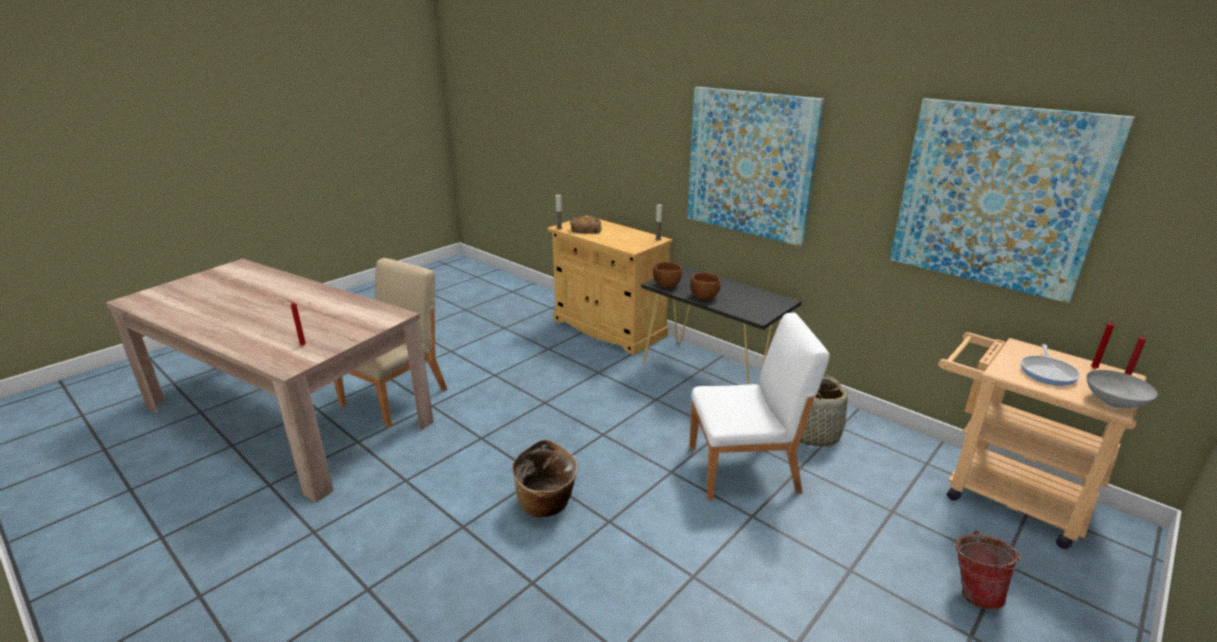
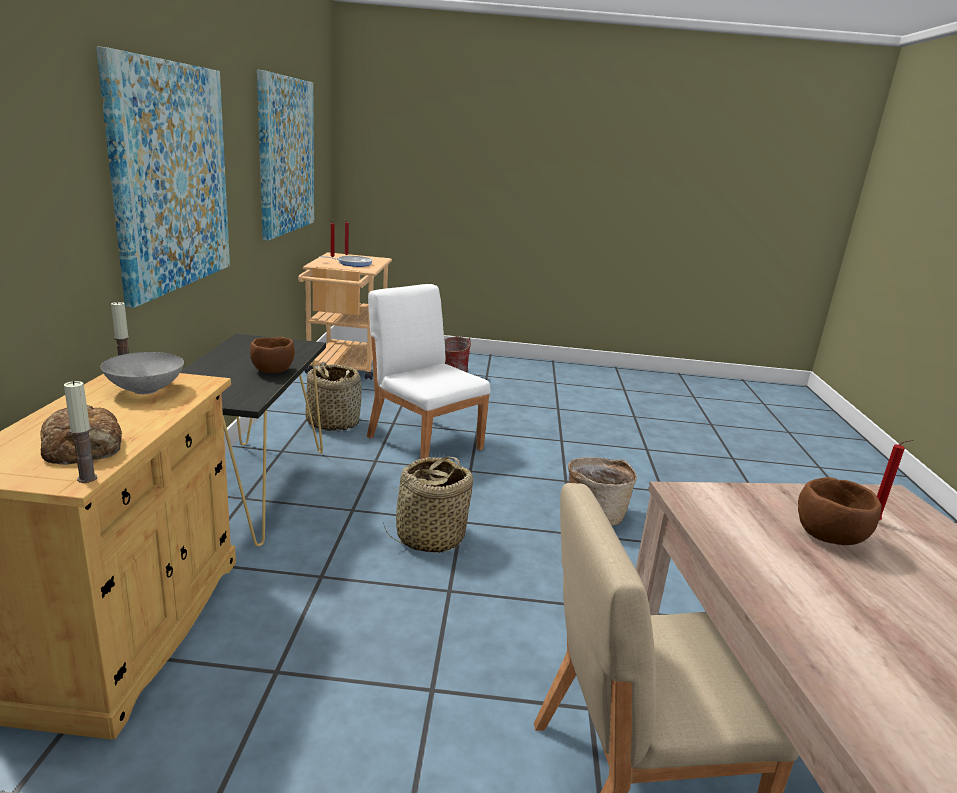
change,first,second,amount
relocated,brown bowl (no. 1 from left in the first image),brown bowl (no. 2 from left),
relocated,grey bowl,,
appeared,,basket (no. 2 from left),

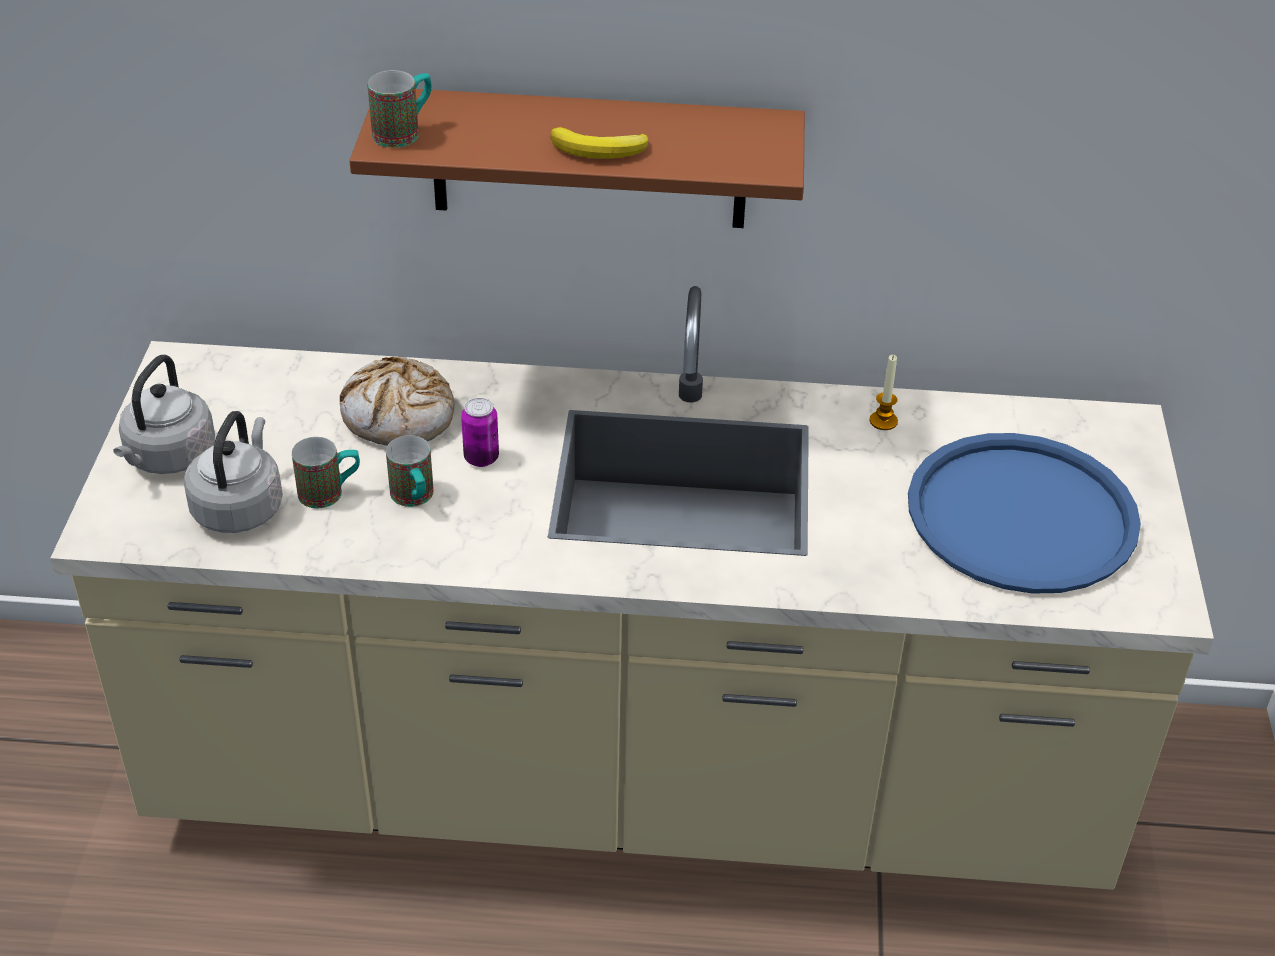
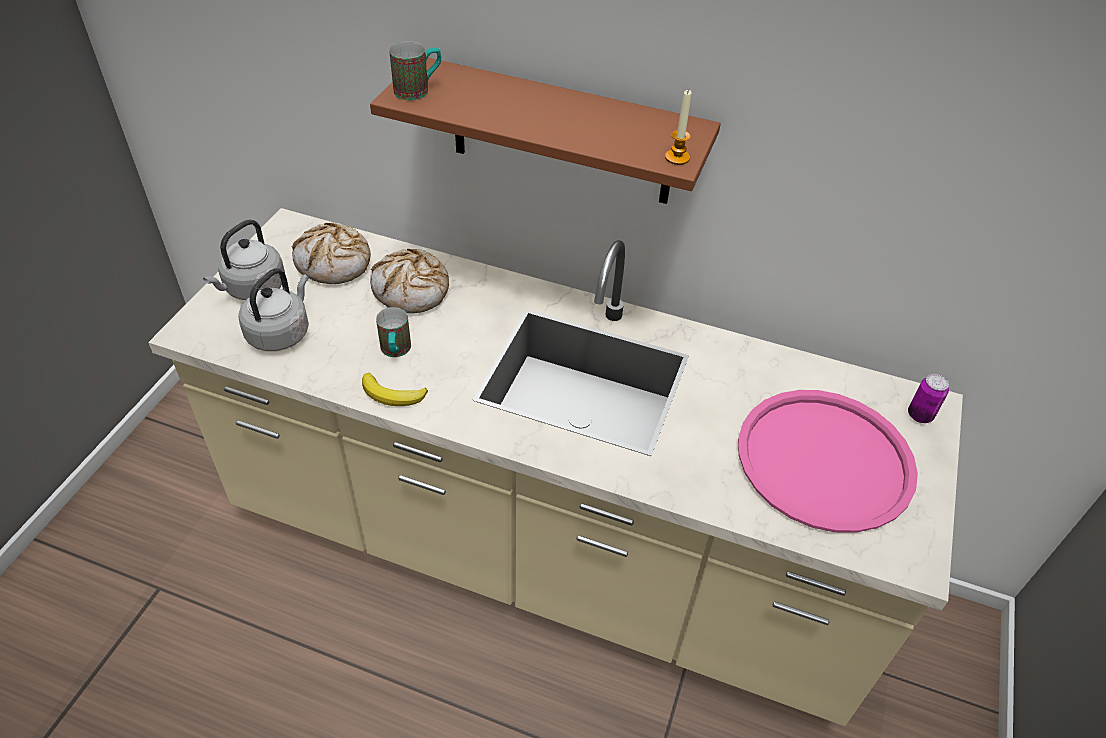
change,first,second,amount
missing,mug (no. 1 from left),,
relocated,can,,
relocated,banana,,
relocated,candle,,
colour,blue tray,pink tray,
appeared,,bread (no. 1 from left),

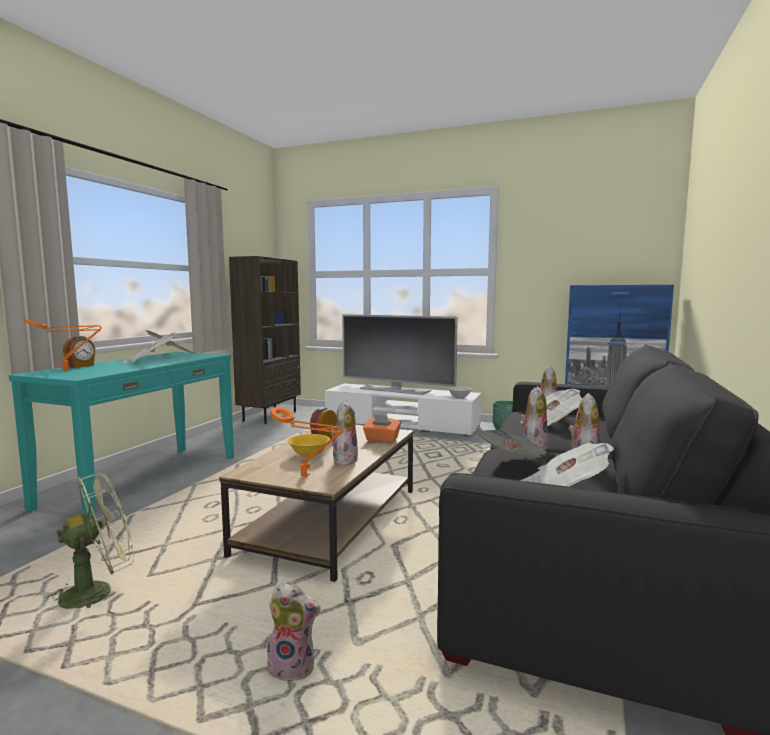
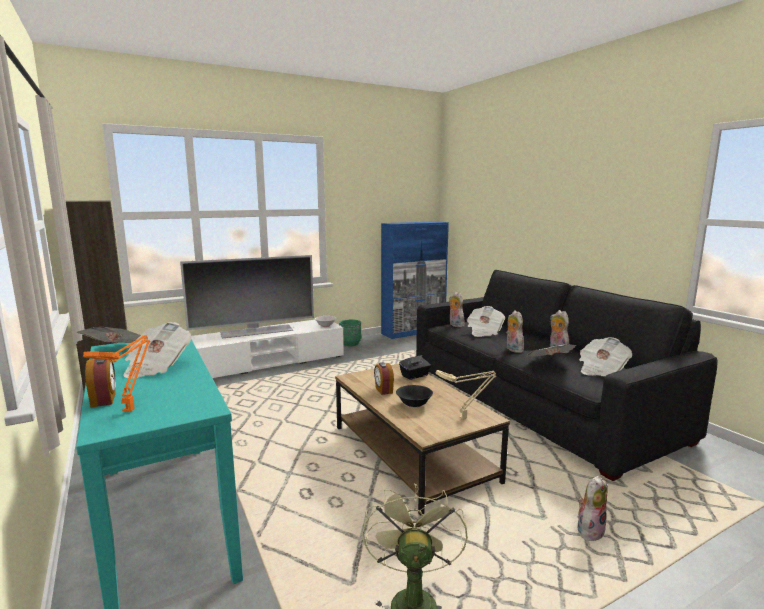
change,first,second,amount
colour,orange table lamp (no. 2 from left),beige table lamp,
colour,yellow bowl,black bowl,
missing,plush toy (no. 2 from left),,
colour,orange tissue box,black tissue box,

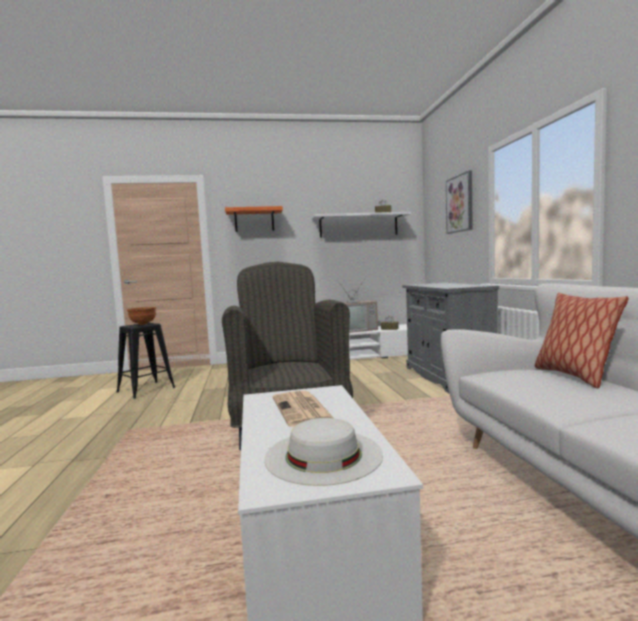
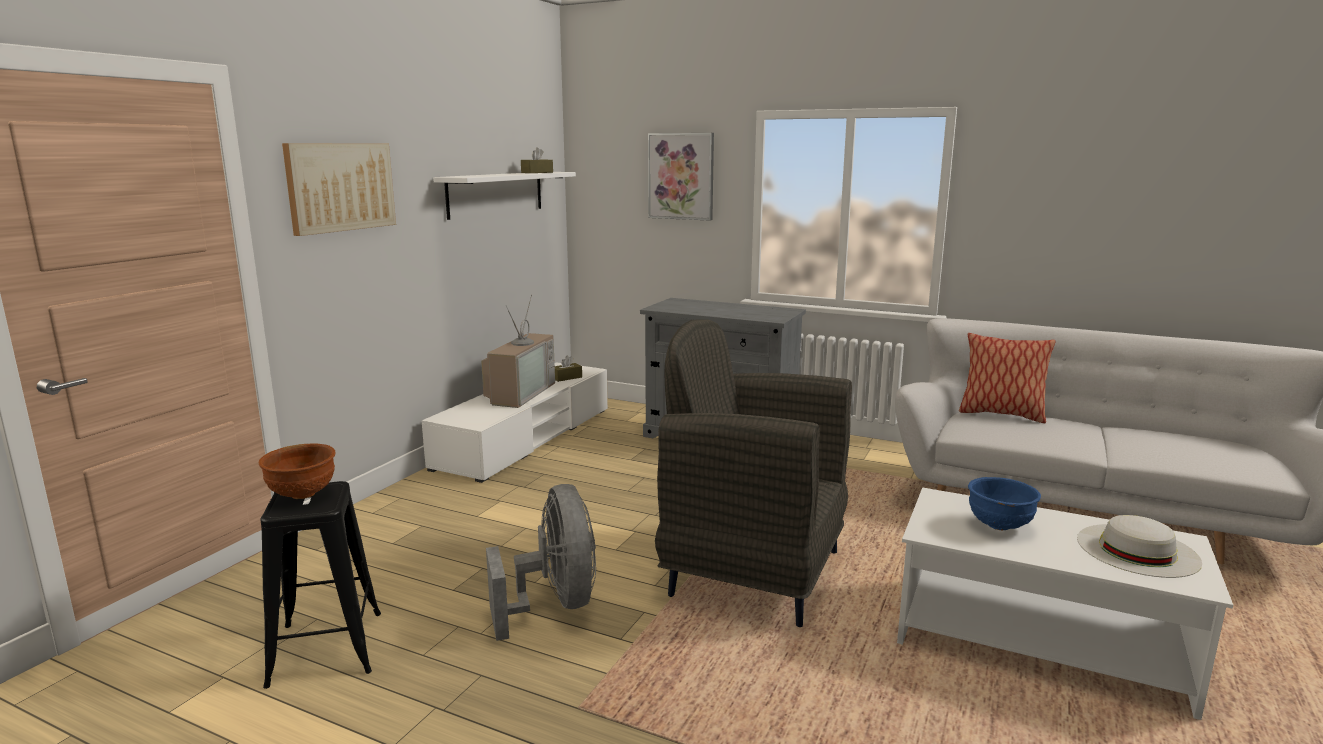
change,first,second,amount
exchanged,orange shelf,picture (no. 1 from left),
exchanged,newspaper,blue bowl,
appeared,,grey fan,

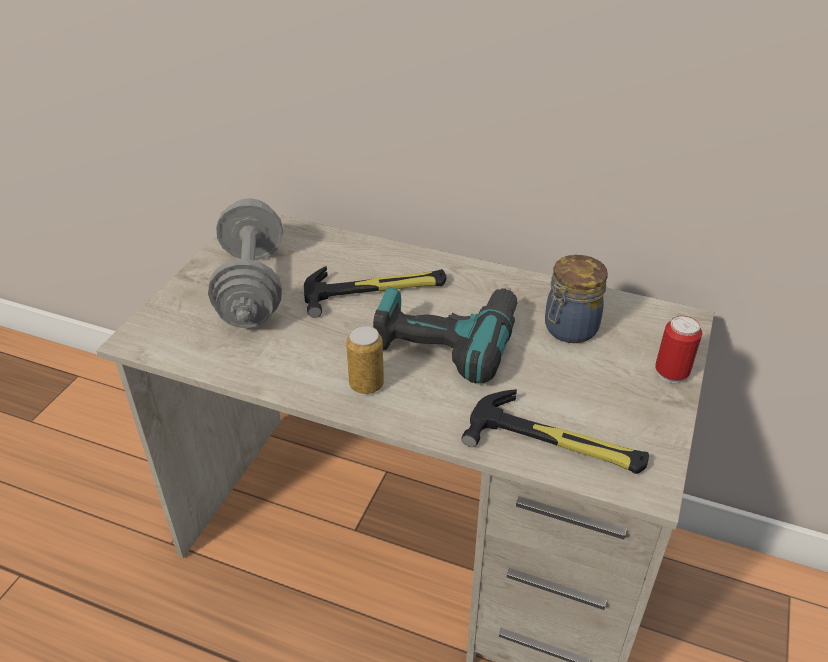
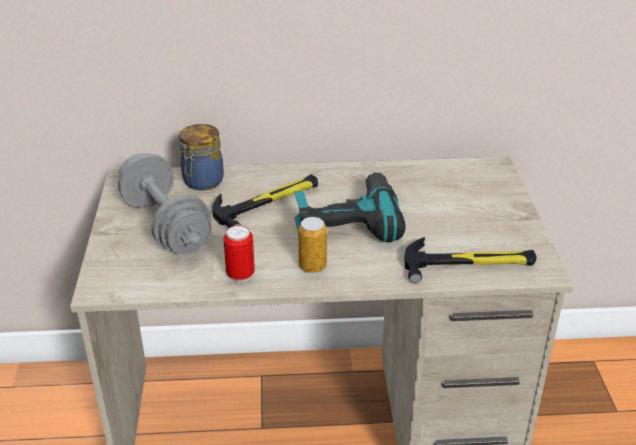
change,first,second,amount
relocated,jar,,
relocated,can (no. 2 from left in the first image),can (no. 1 from left),

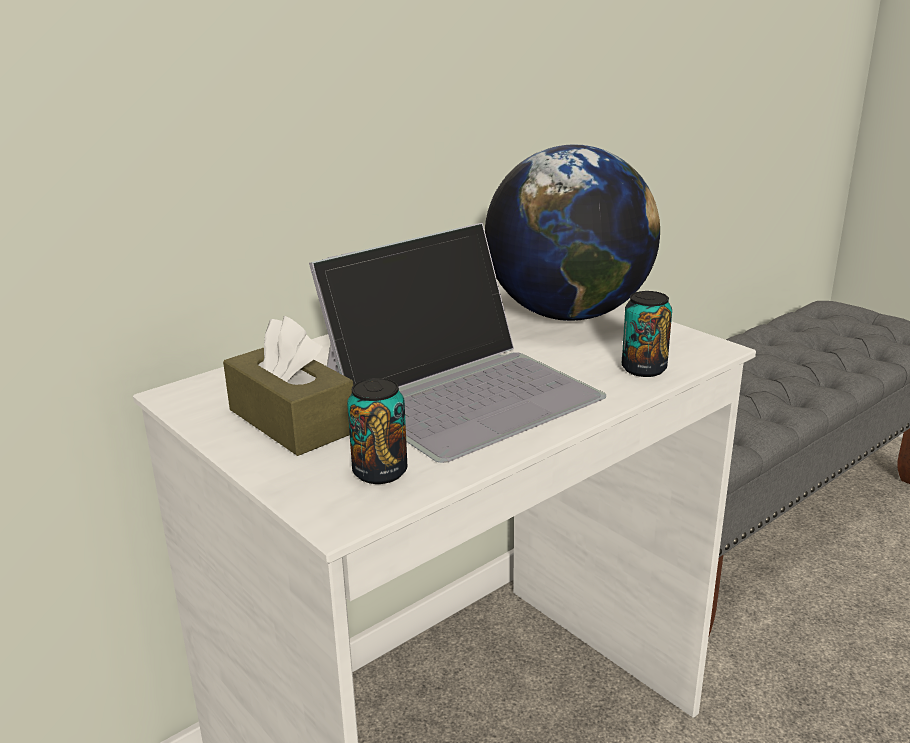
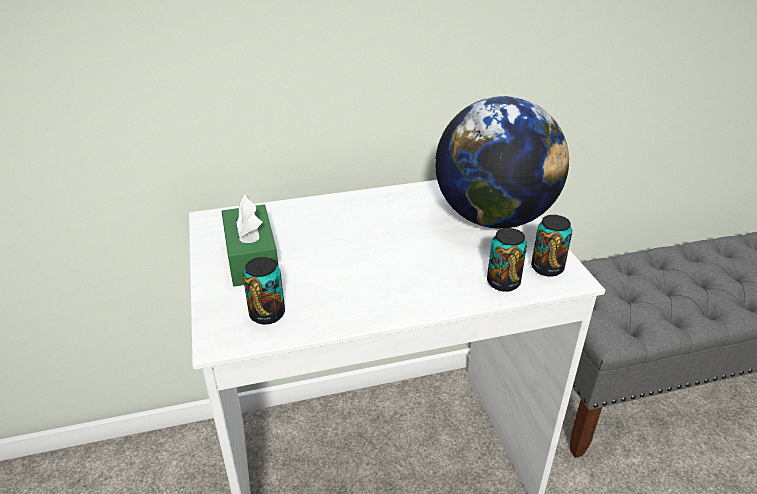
change,first,second,amount
colour,brown tissue box,green tissue box,
missing,laptop,,
appeared,,can (no. 3 from left),

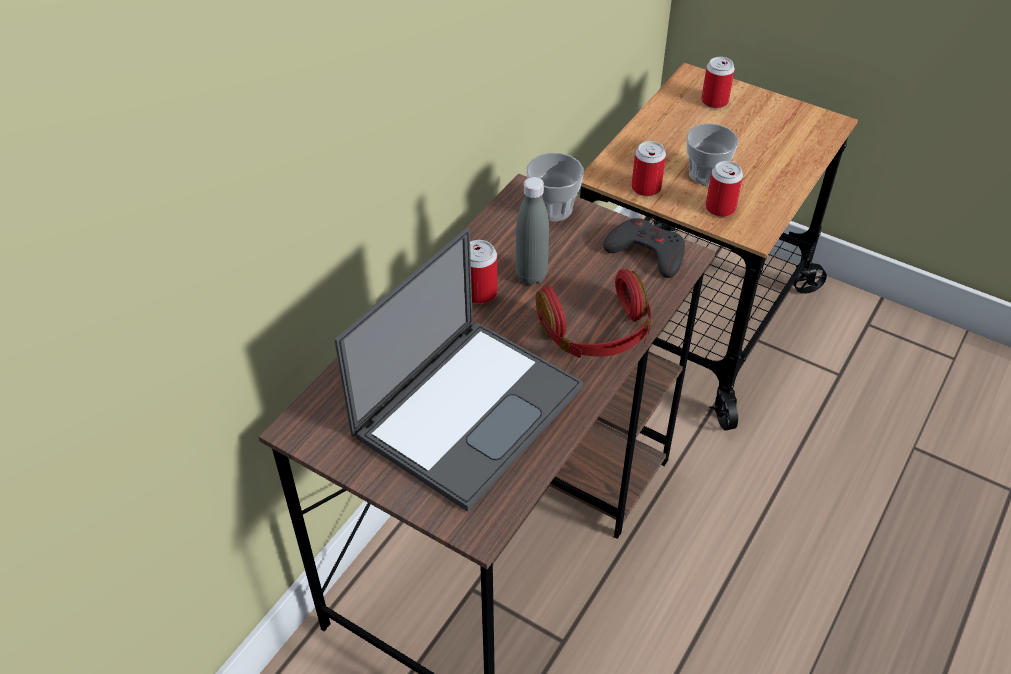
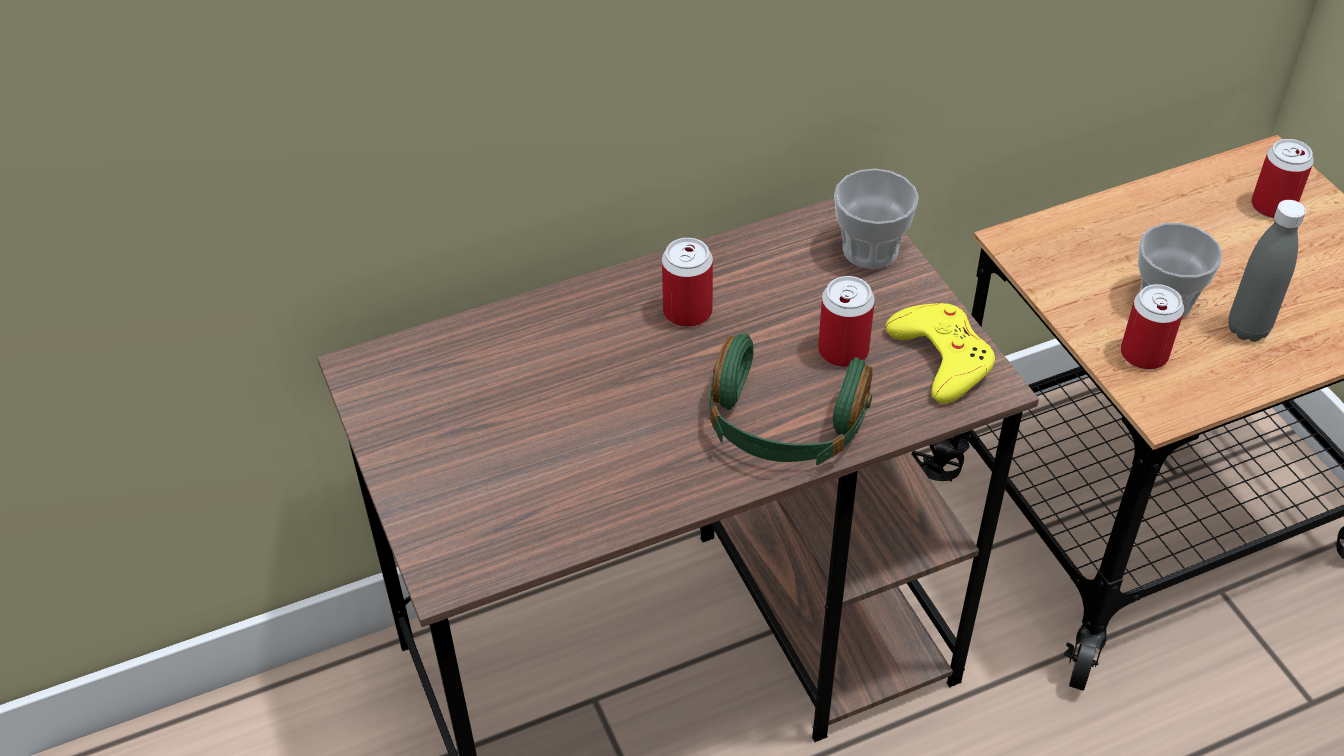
change,first,second,amount
missing,laptop,,
relocated,grey bottle,,
colour,red headphones,green headphones,
colour,grey game controller,yellow game controller,
relocated,can (no. 2 from left),,

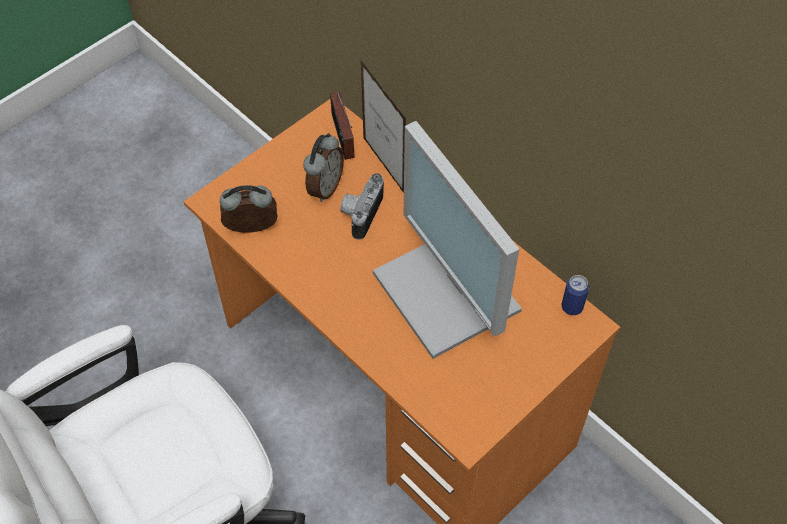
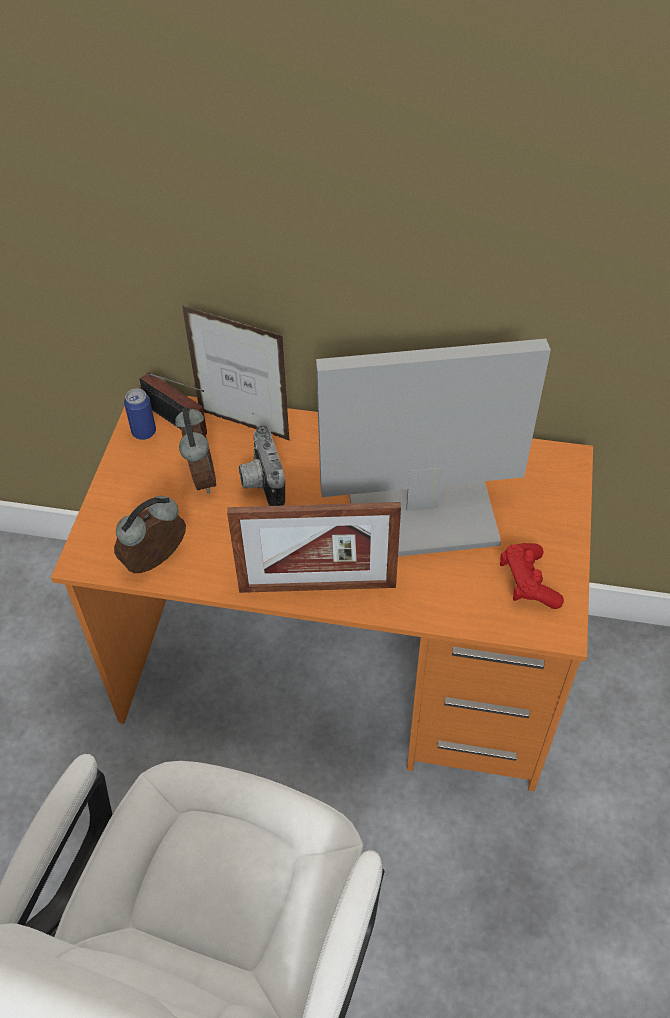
change,first,second,amount
spun,monitor,,150 degrees clockwise
relocated,can,,
appeared,,picture frame (no. 2 from left),
appeared,,red game controller,

